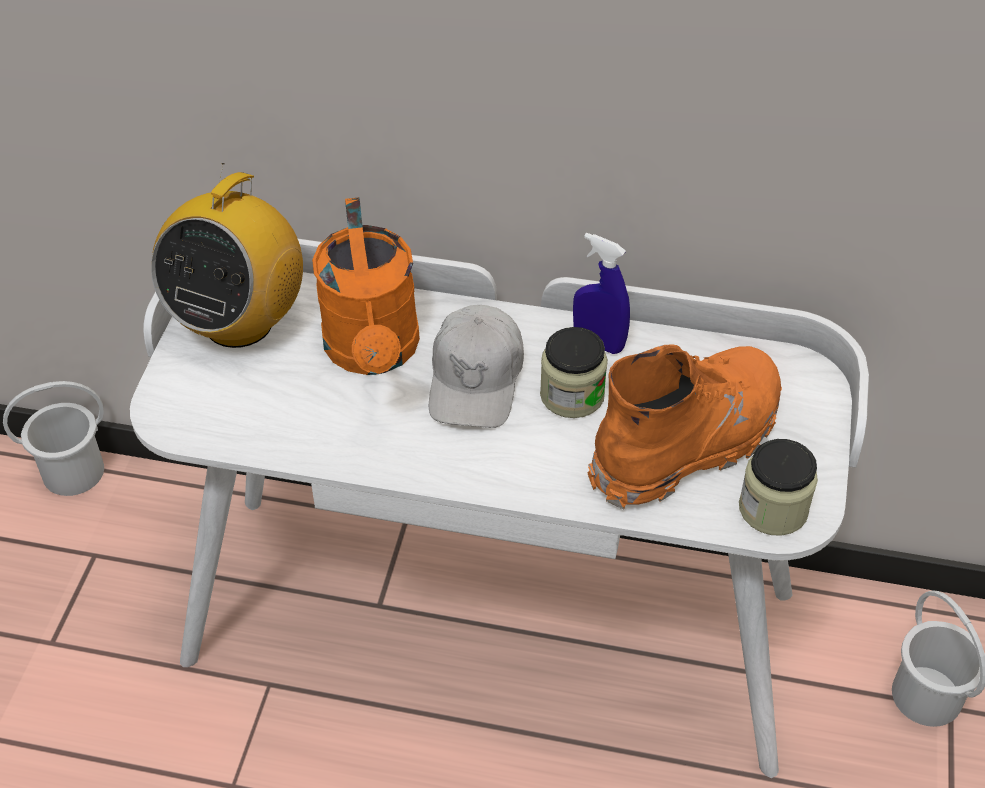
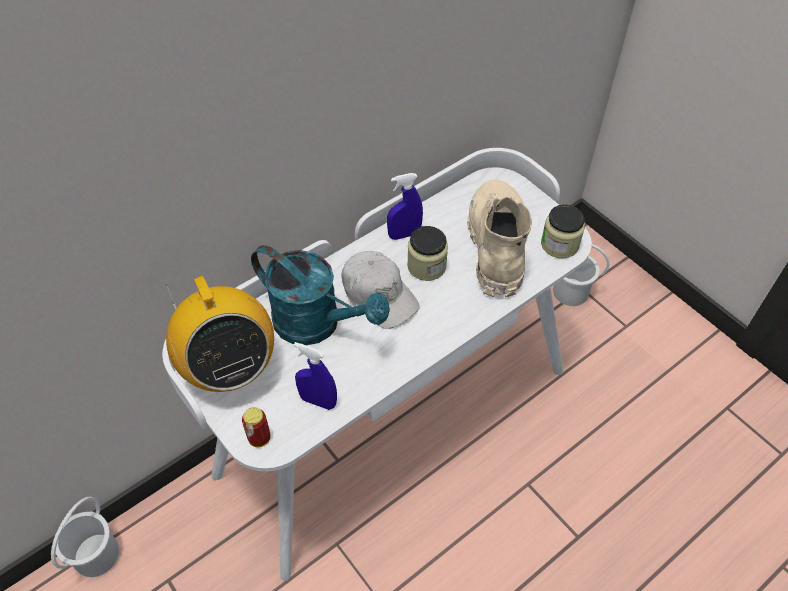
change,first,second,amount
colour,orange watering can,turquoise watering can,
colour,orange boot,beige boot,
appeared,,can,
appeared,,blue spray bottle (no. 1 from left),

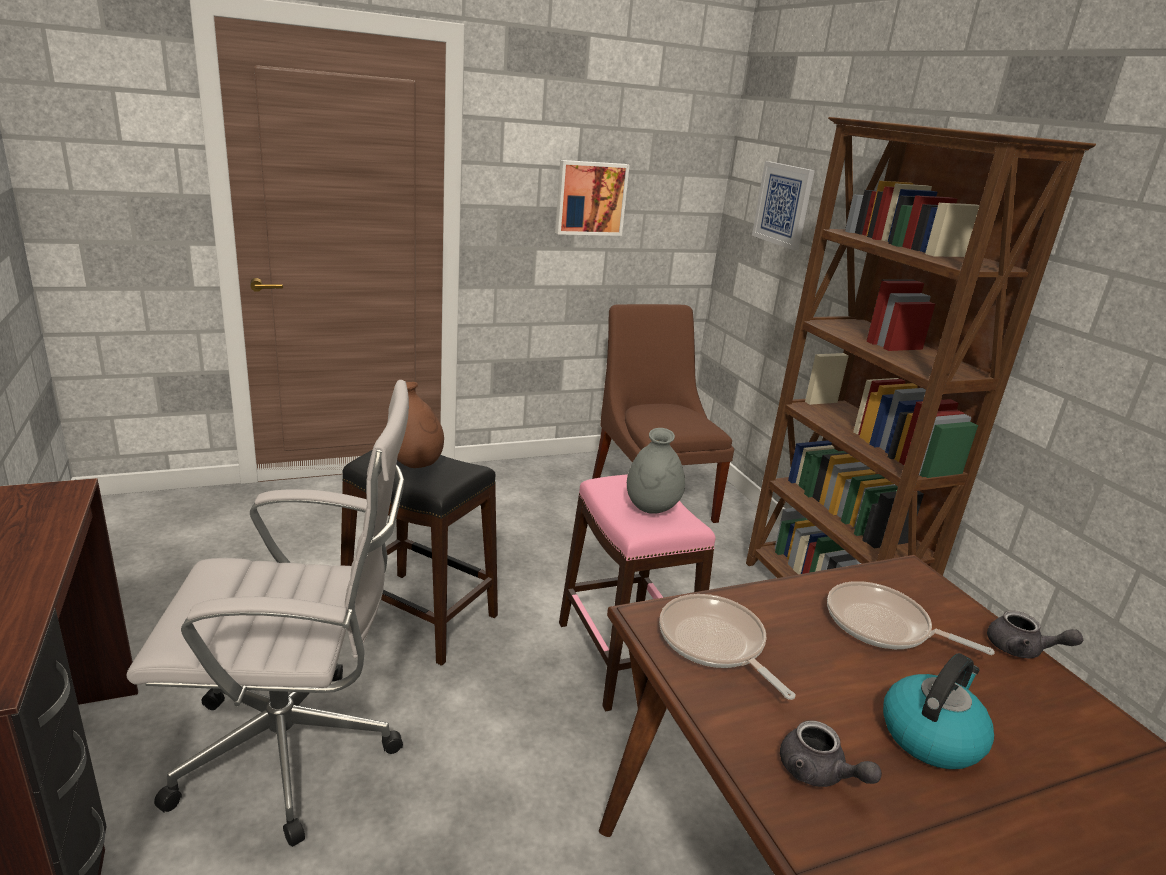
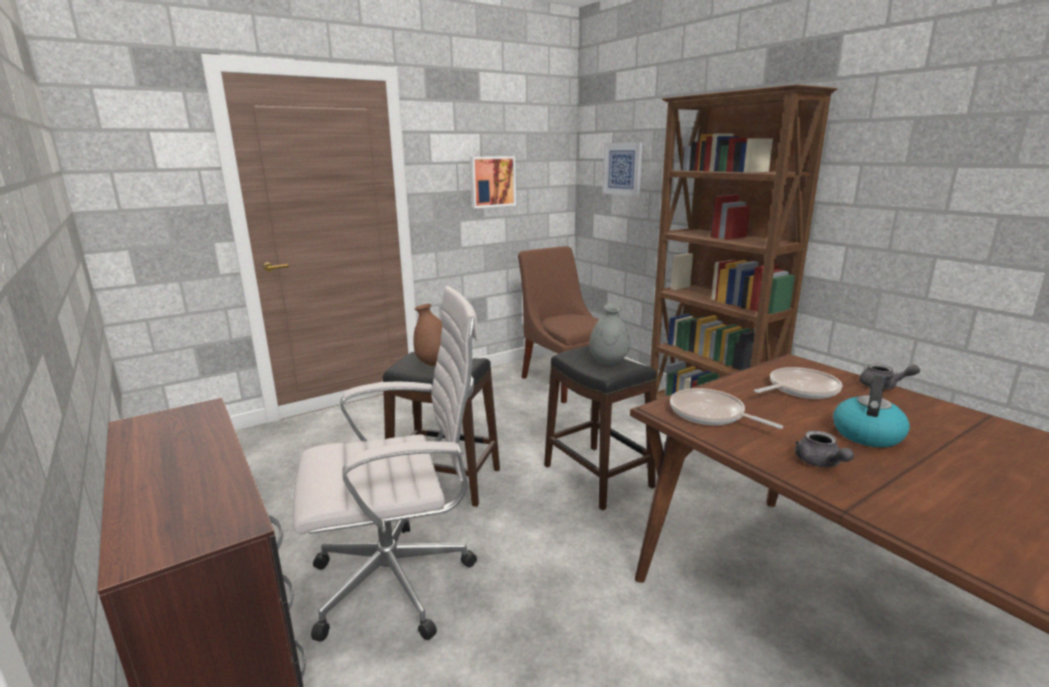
change,first,second,amount
colour,pink stool,black stool (no. 2 from left),
spun,grey teapot (no. 1 from left),,45 degrees clockwise
spun,frying pan (no. 2 from left),,135 degrees clockwise

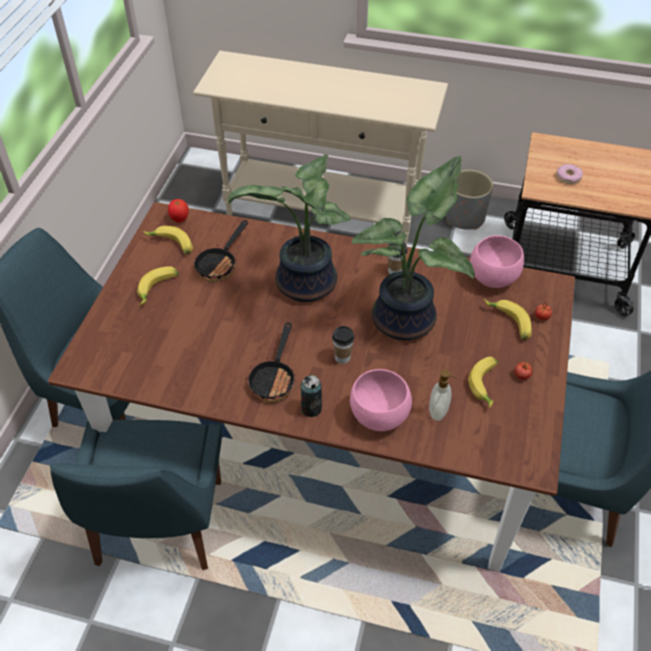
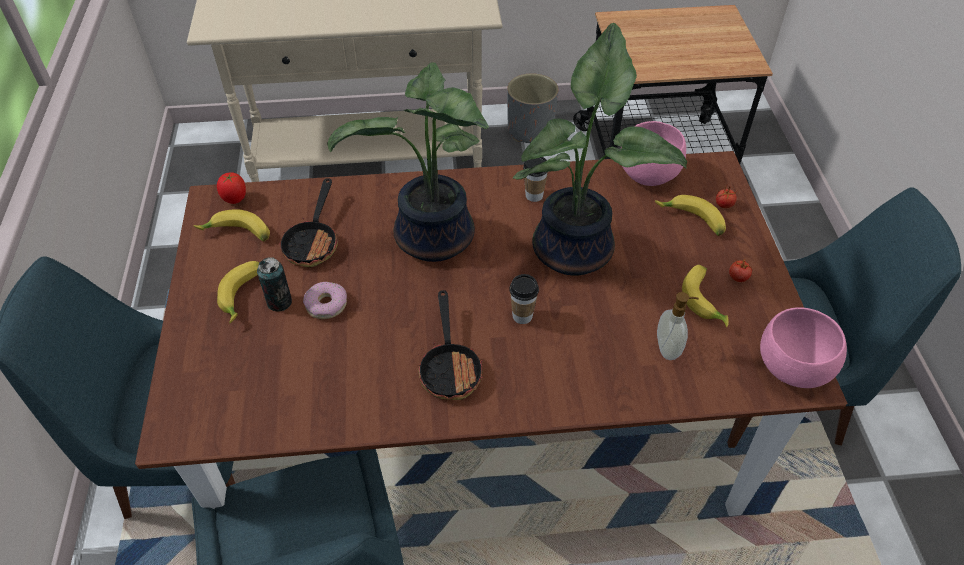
change,first,second,amount
relocated,can,,
relocated,pink bowl (no. 1 from left in the first image),pink bowl (no. 2 from left),
relocated,donut,,

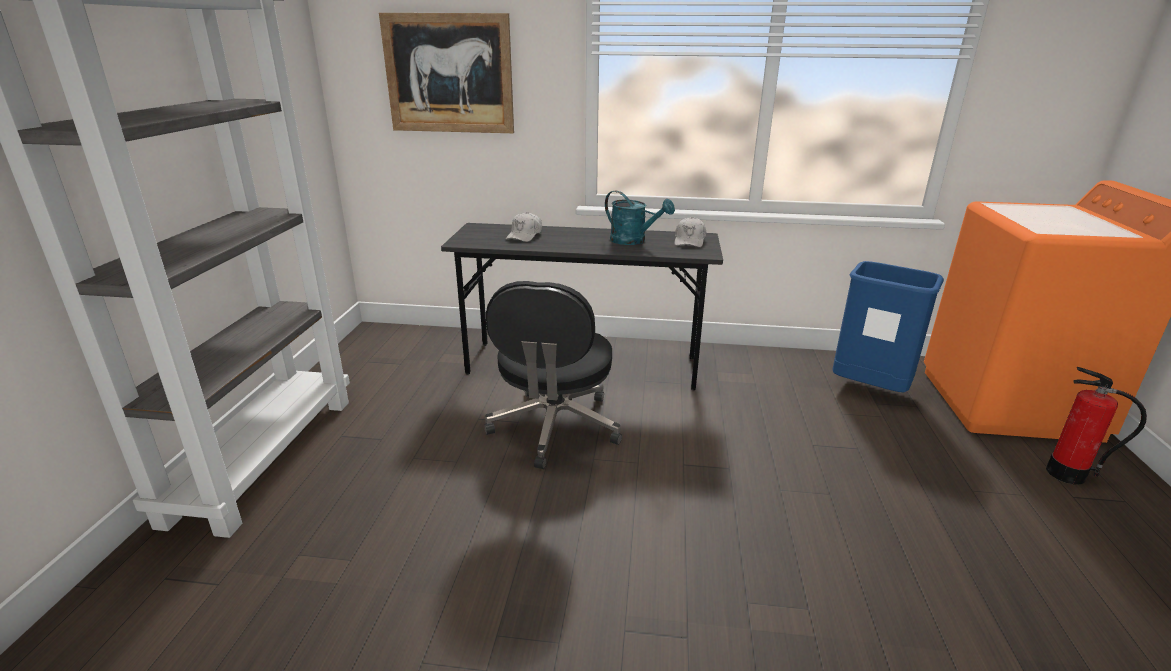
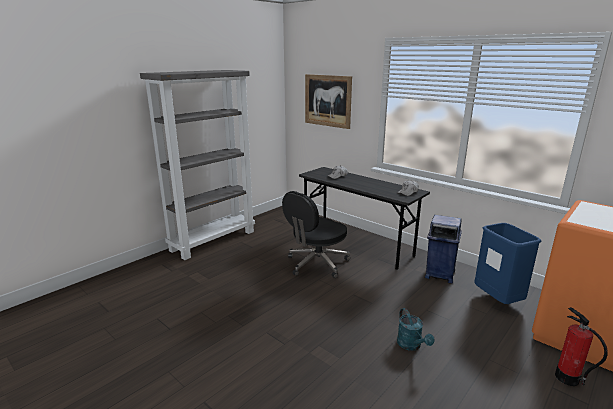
change,first,second,amount
relocated,turquoise watering can,,
appeared,,blue trash can (no. 1 from left),

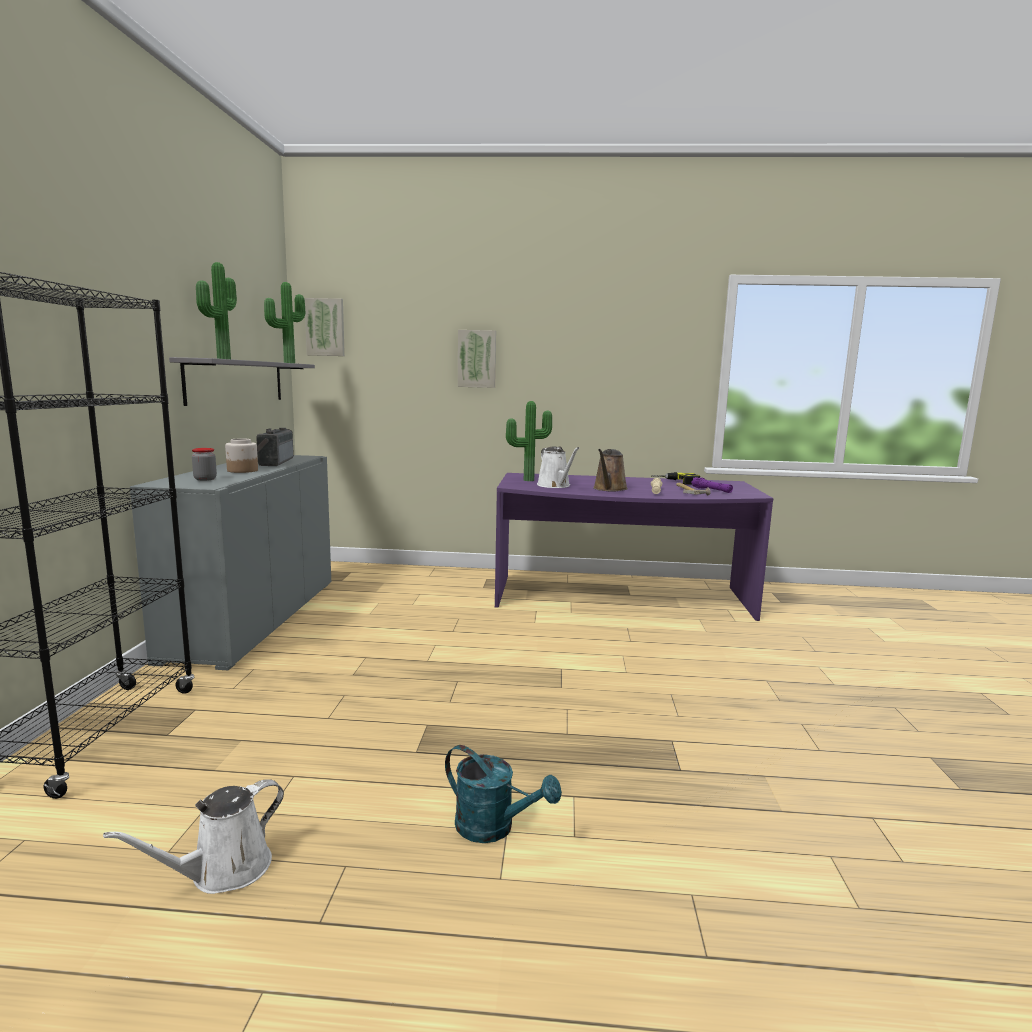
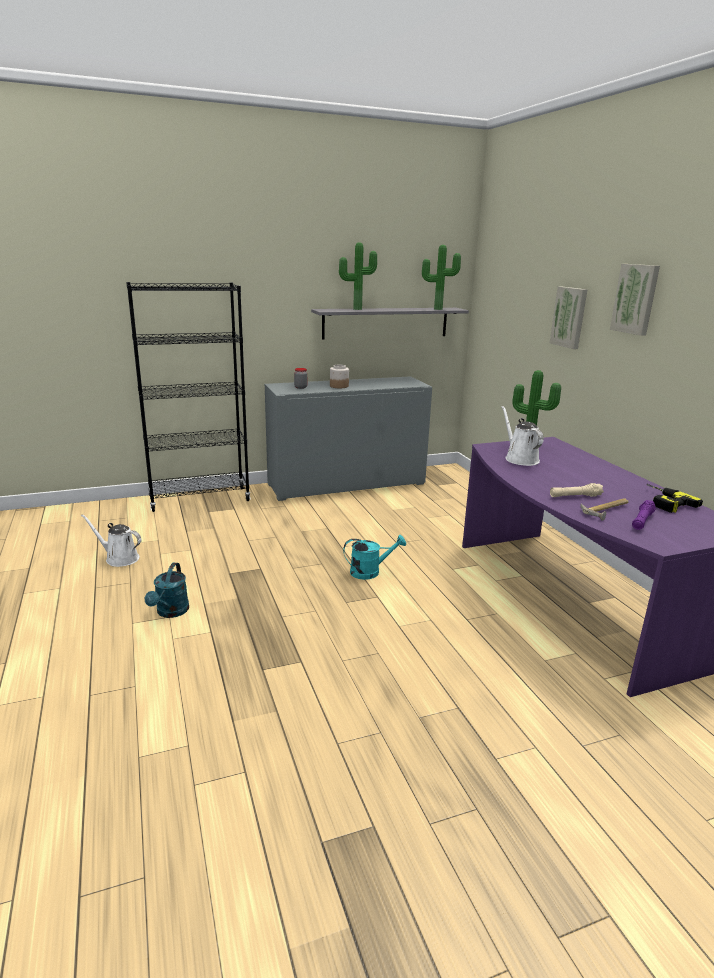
change,first,second,amount
missing,radio,,
relocated,picture (no. 1 from left in the first image),picture (no. 2 from left),
spun,white watering can (no. 2 from left),,120 degrees clockwise
missing,brown watering can,,
appeared,,turquoise watering can (no. 2 from left),

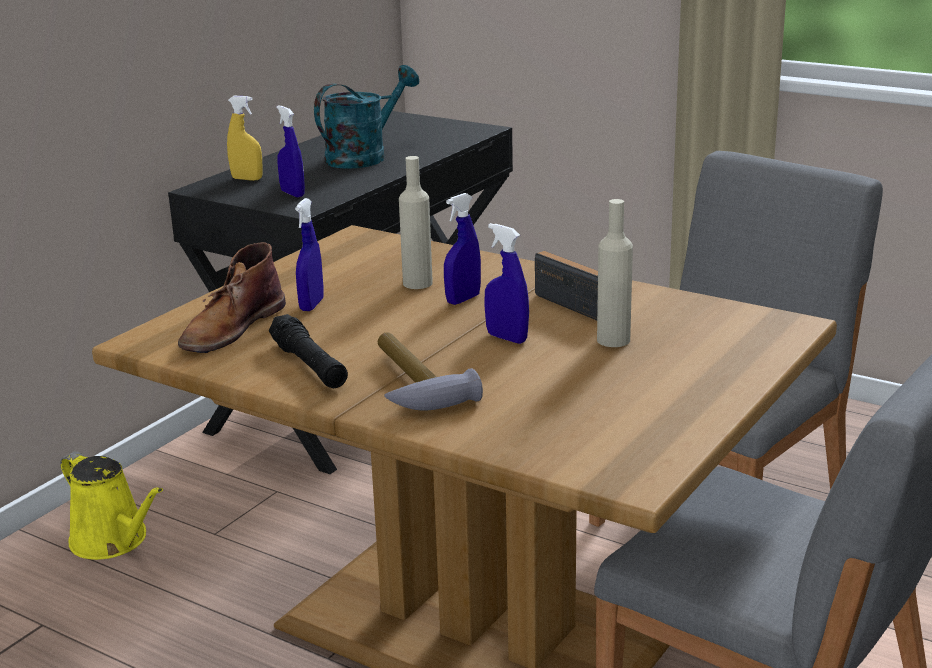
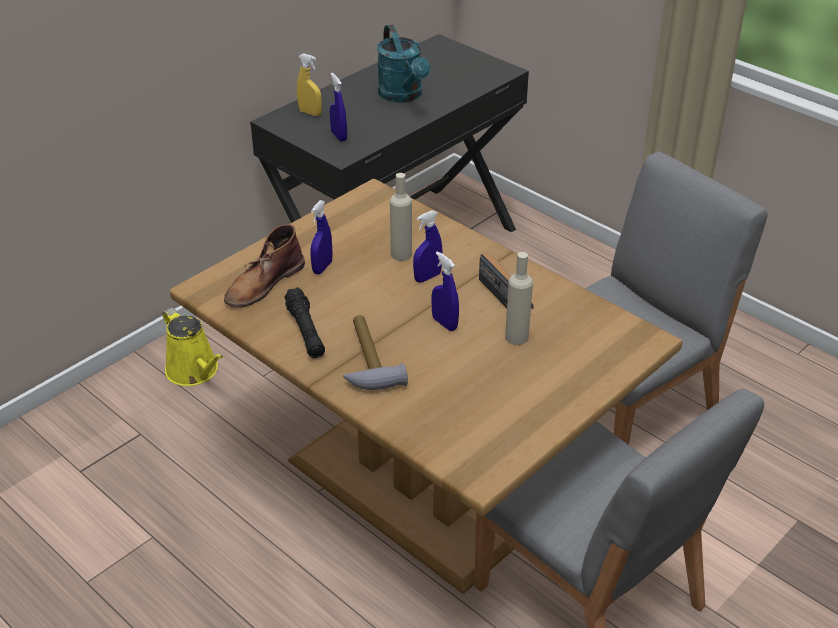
change,first,second,amount
spun,turquoise watering can,,105 degrees clockwise

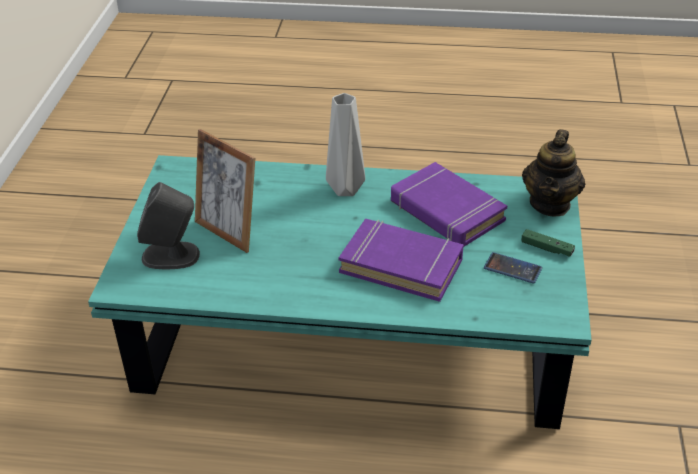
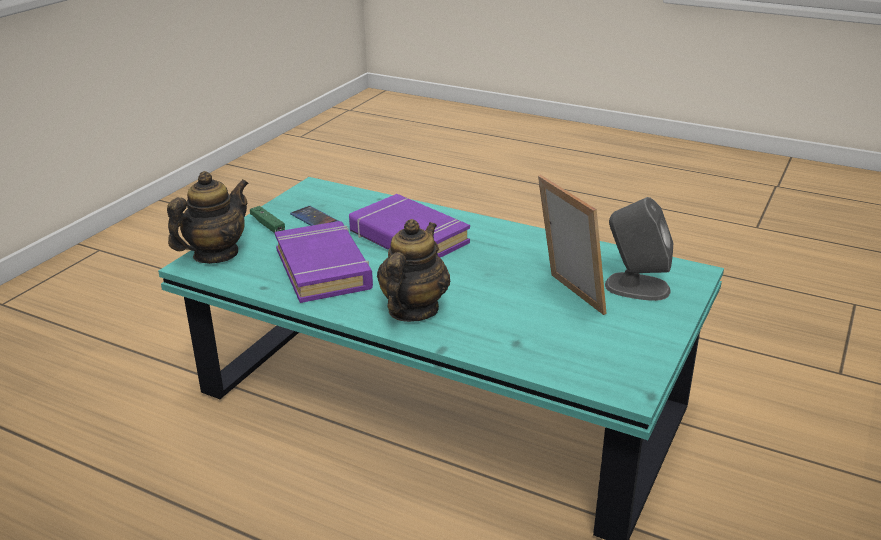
change,first,second,amount
exchanged,grey vase,teapot (no. 2 from left),

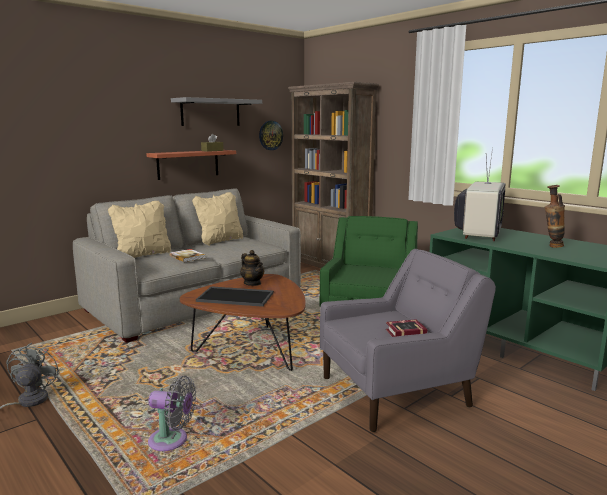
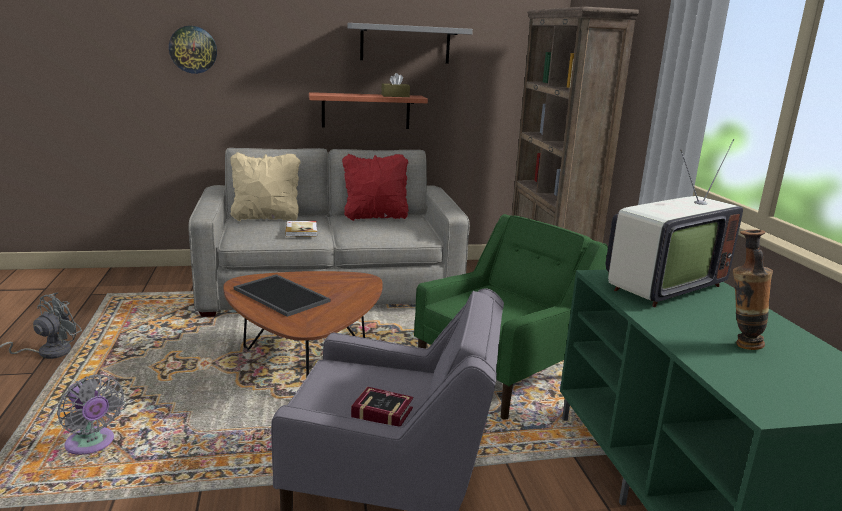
change,first,second,amount
colour,beige pillow (no. 2 from left),red pillow,
missing,teapot,,
relocated,wall clock,,

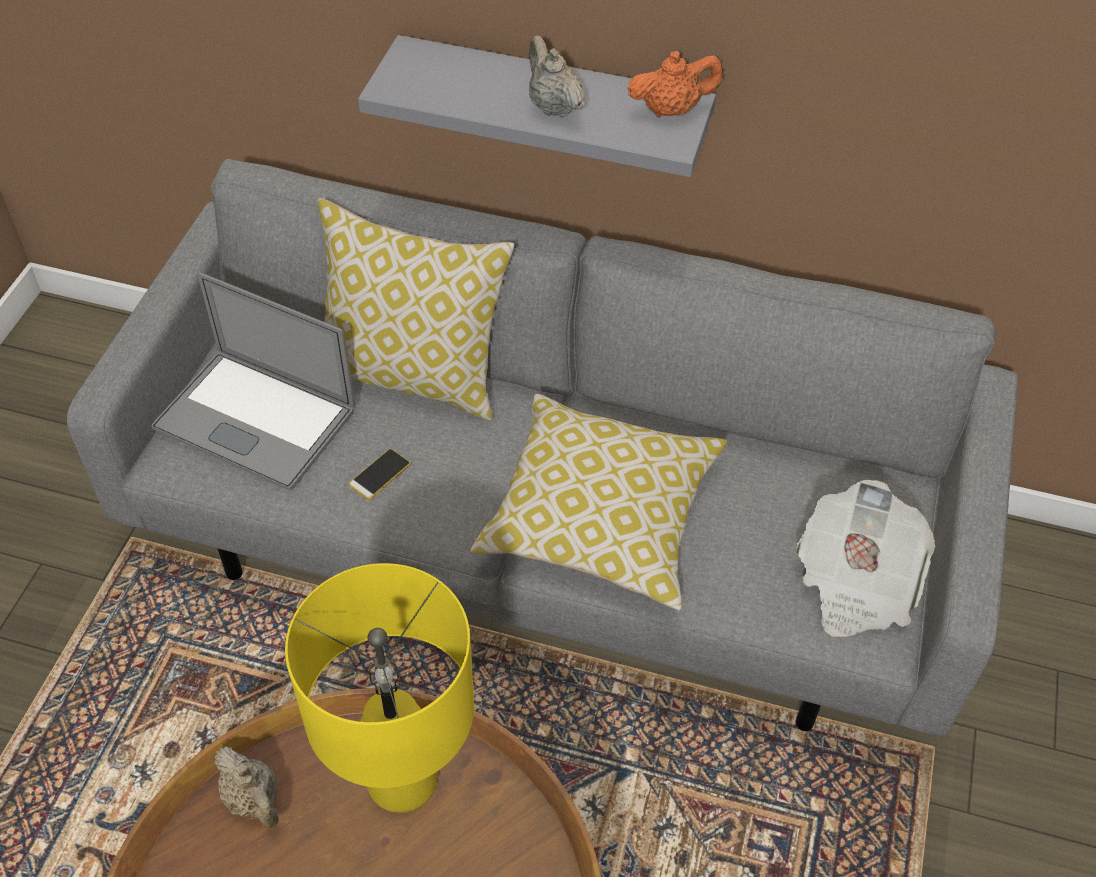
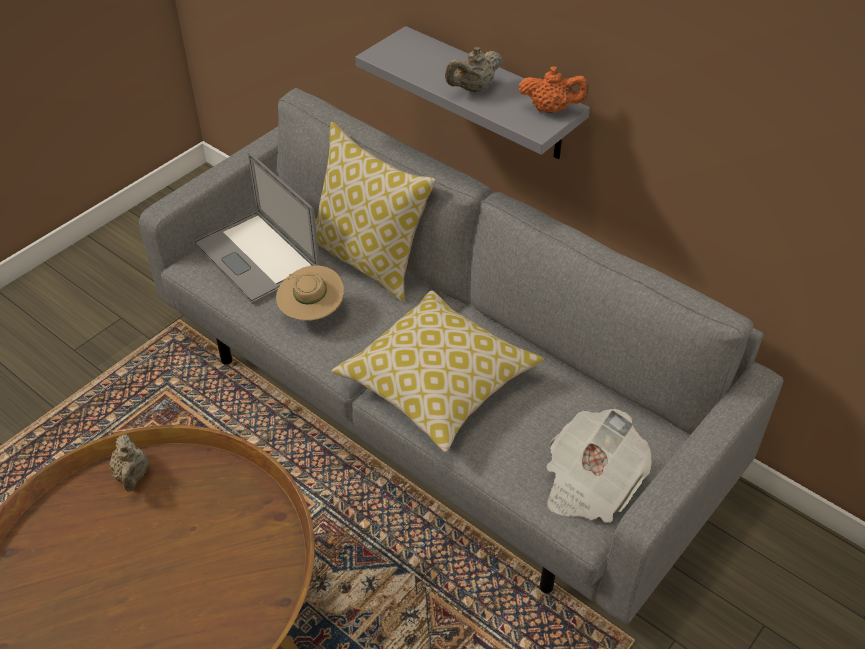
change,first,second,amount
missing,yellow table lamp,,
exchanged,phone,beige hat,
spun,beige teapot (no. 2 from left),,120 degrees counterclockwise

